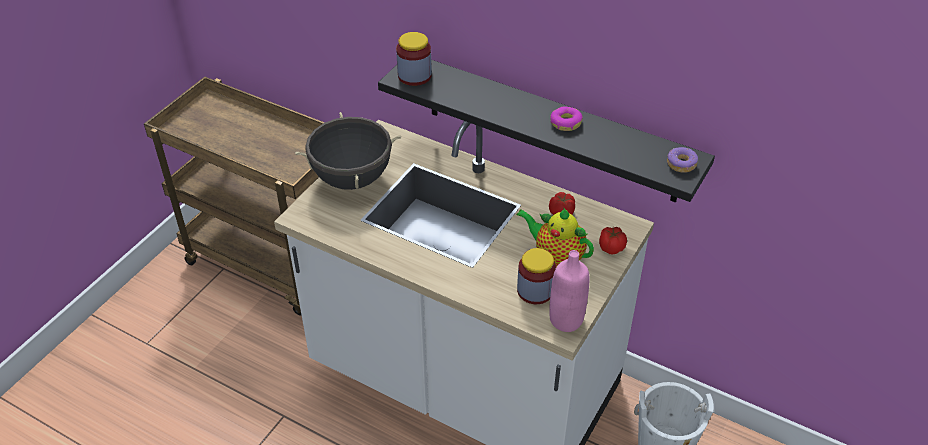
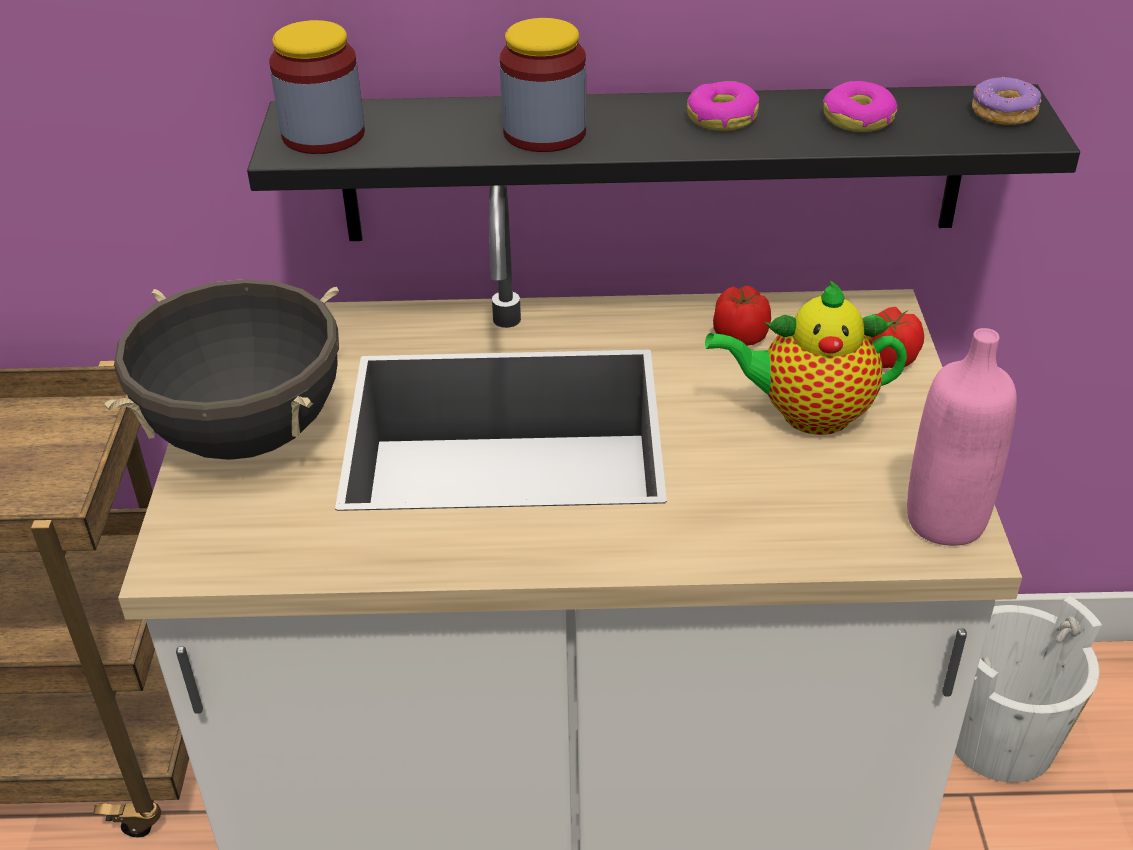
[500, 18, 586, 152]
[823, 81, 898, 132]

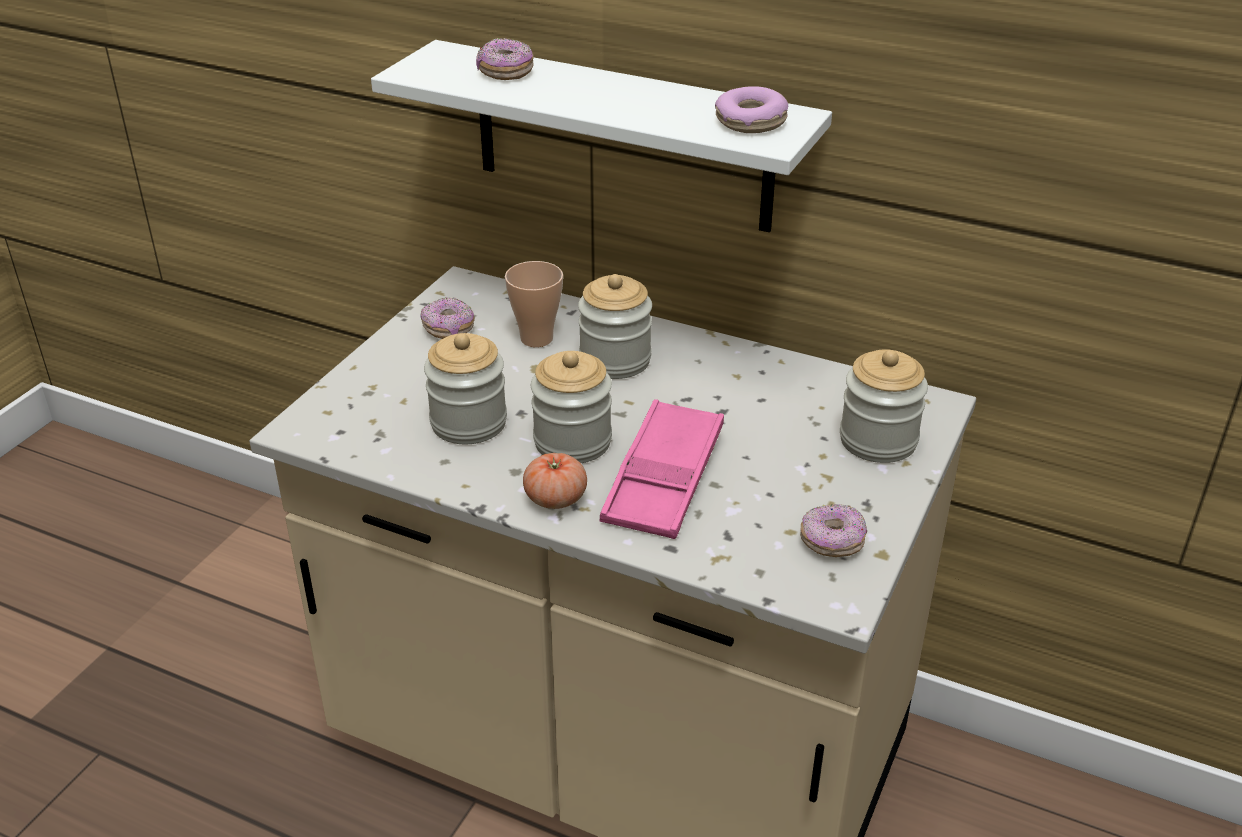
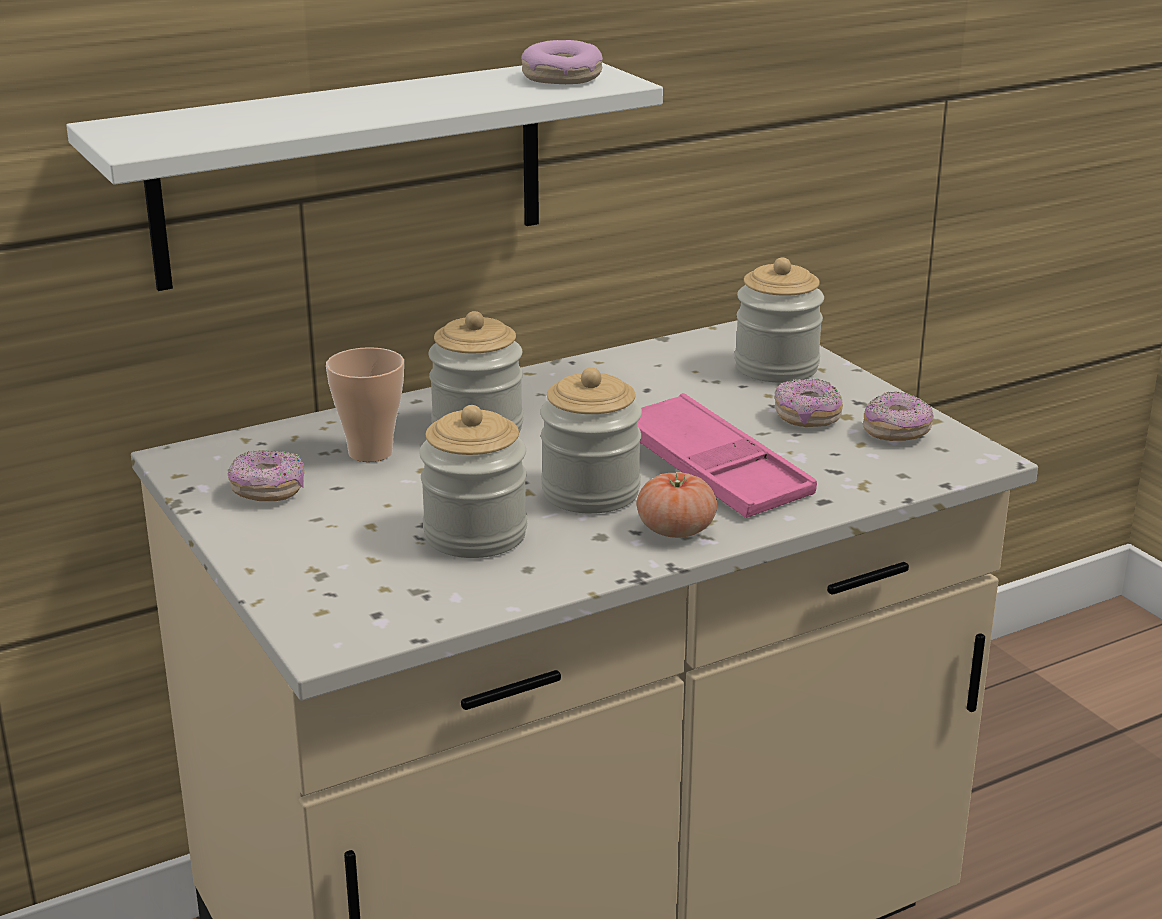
[774, 378, 843, 427]

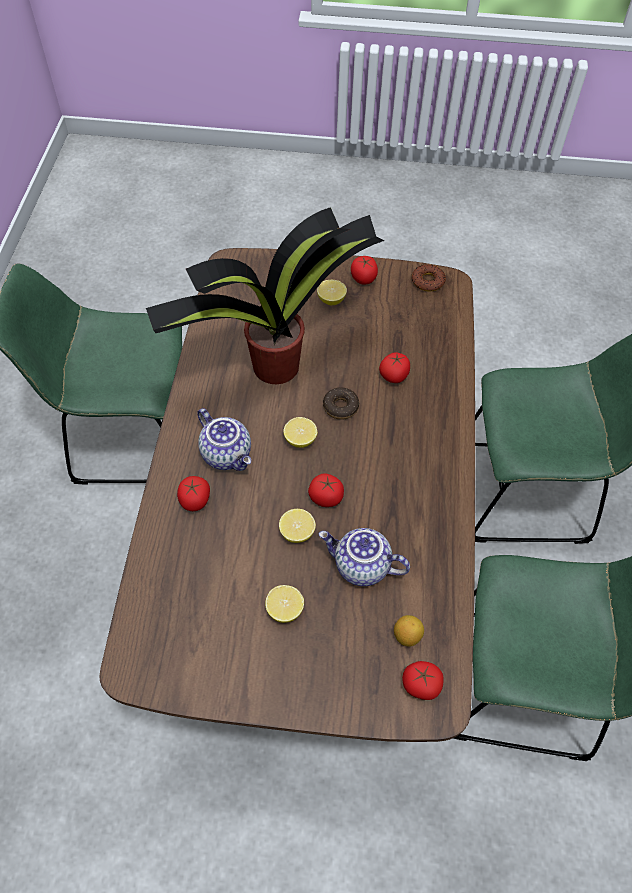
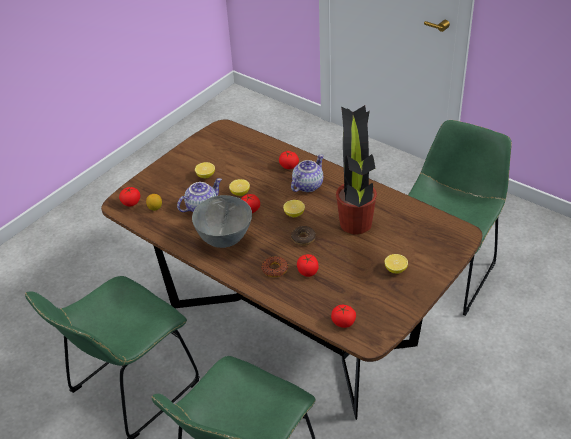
[331, 305, 356, 328]
[261, 256, 288, 277]
[291, 155, 324, 192]
[192, 195, 252, 248]

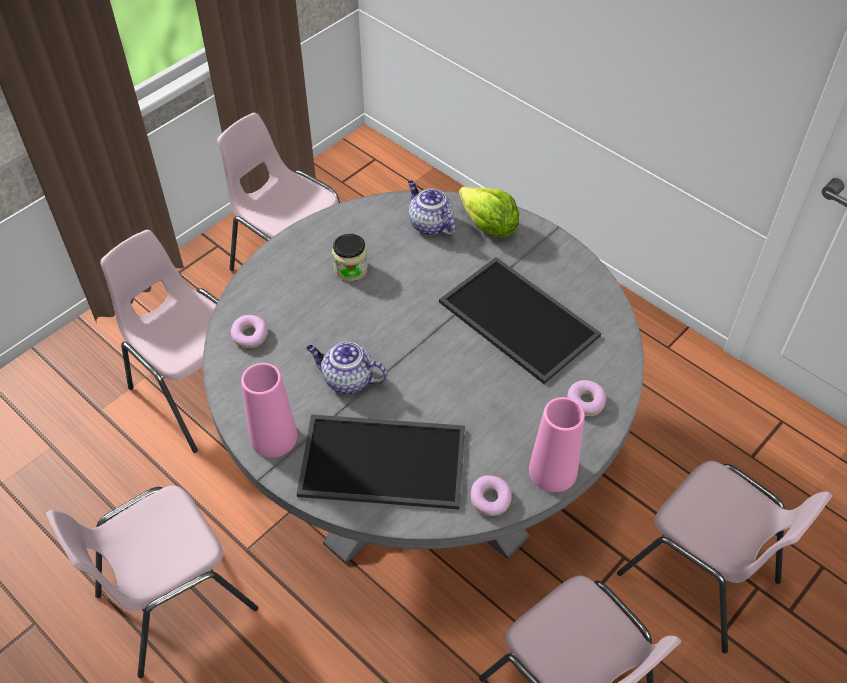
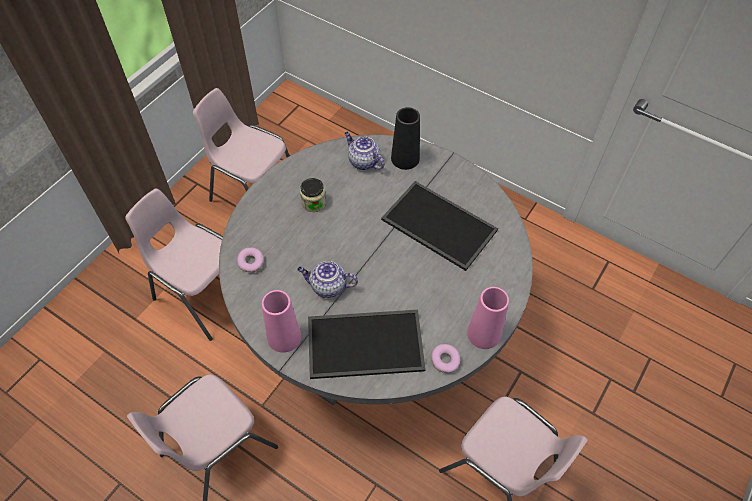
[391, 107, 420, 170]
[567, 380, 606, 416] (first image)
[617, 461, 832, 654] (first image)

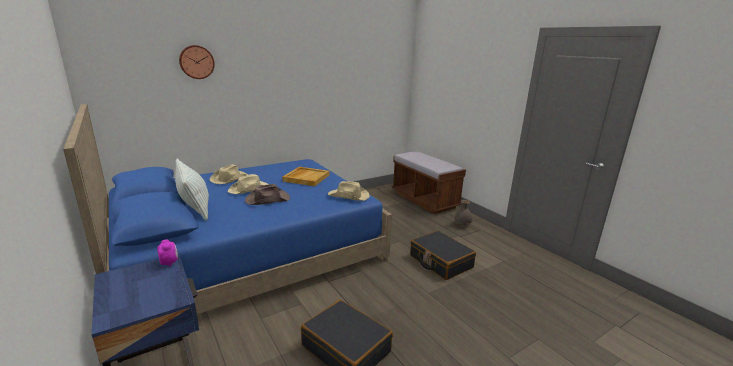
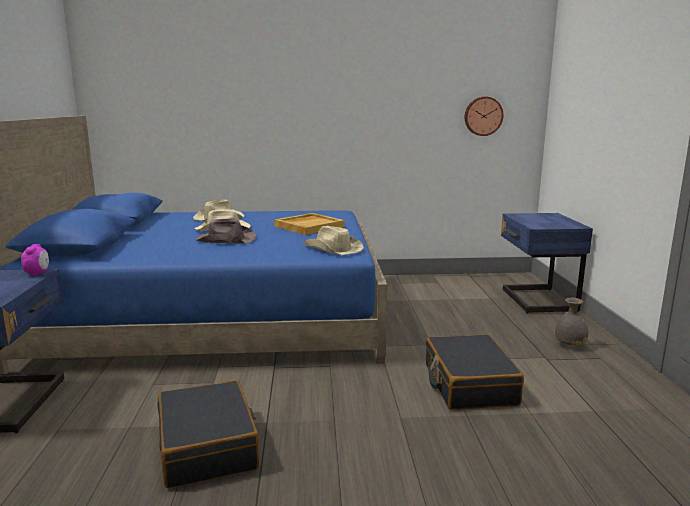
[465, 97, 503, 136]
[501, 213, 593, 314]
[175, 159, 209, 221] (first image)

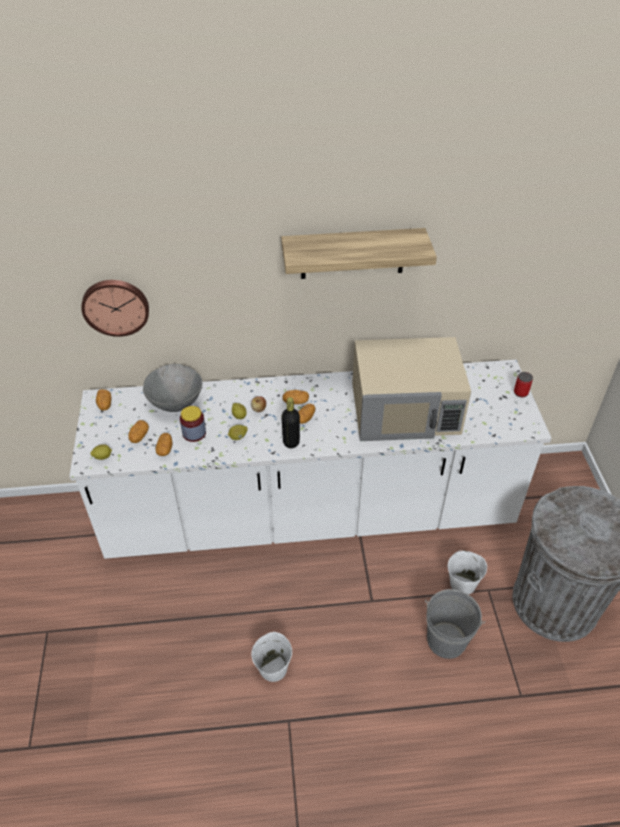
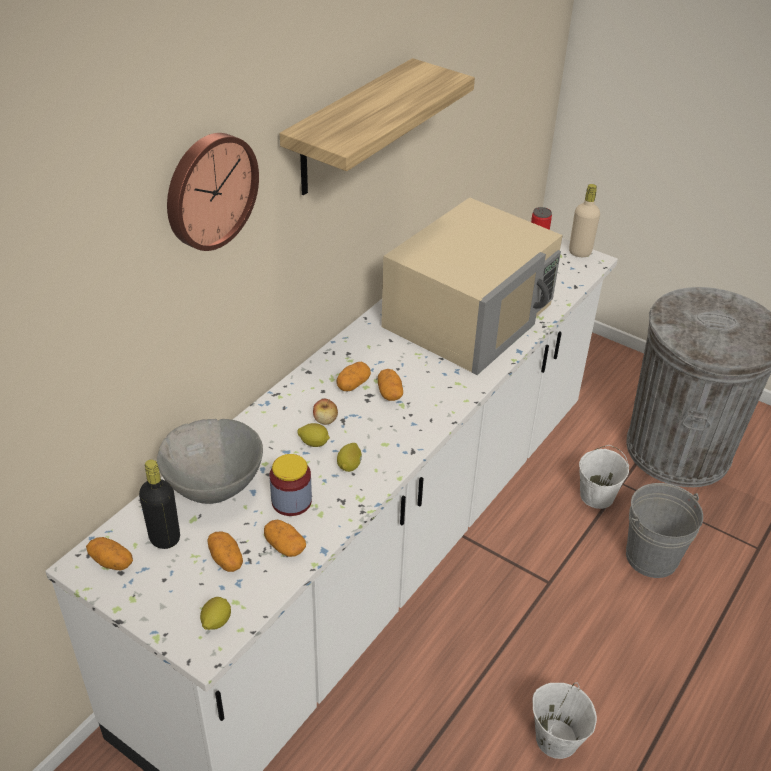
[167, 133, 259, 251]
[139, 460, 180, 549]
[569, 184, 600, 257]

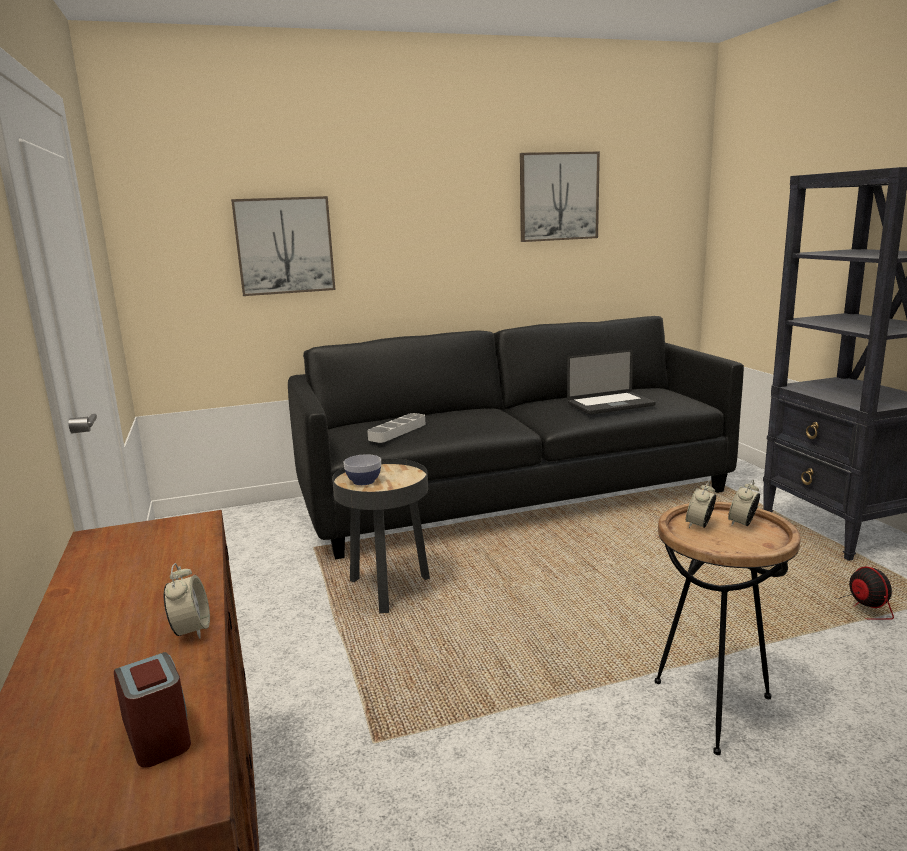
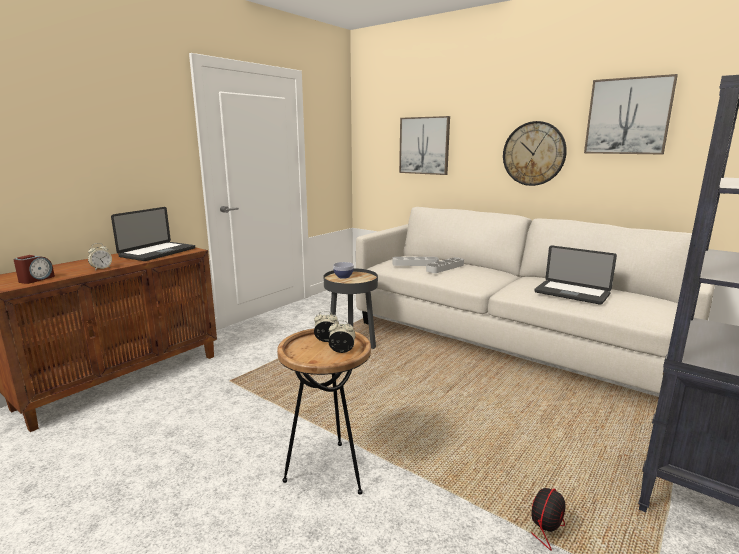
[356, 207, 715, 394]
[503, 121, 567, 186]
[111, 207, 195, 261]
[426, 257, 464, 273]

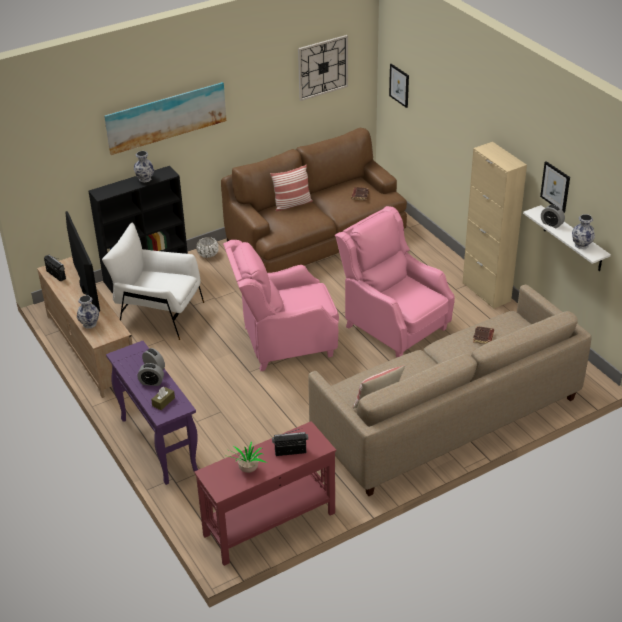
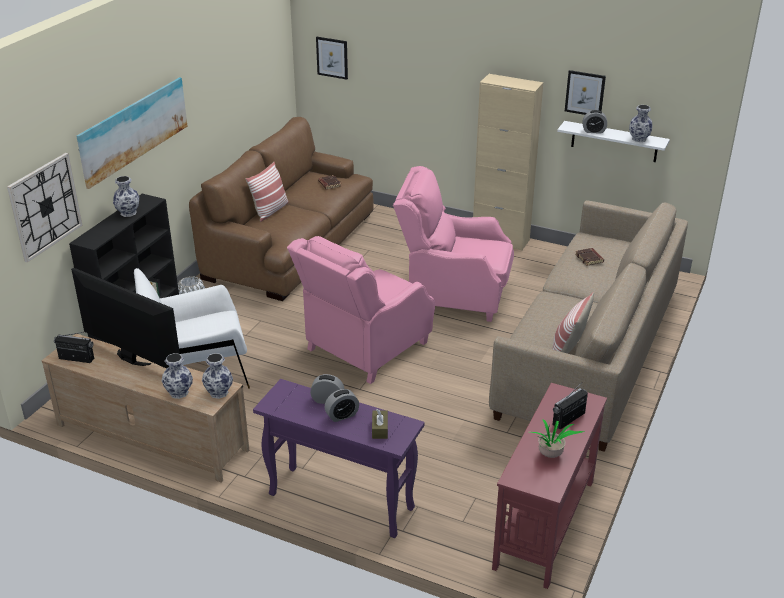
[7, 153, 83, 263]
[202, 353, 233, 399]

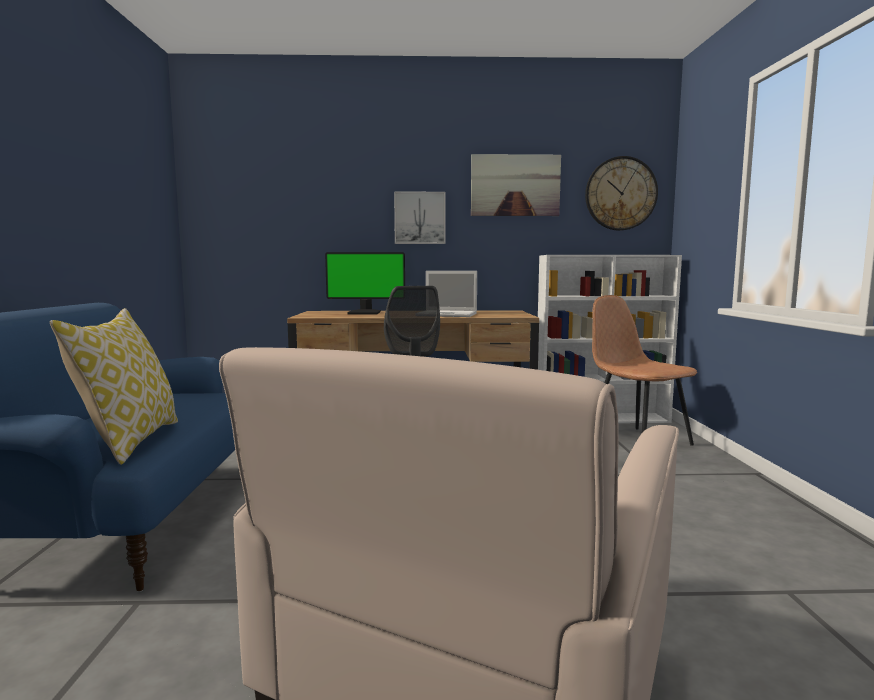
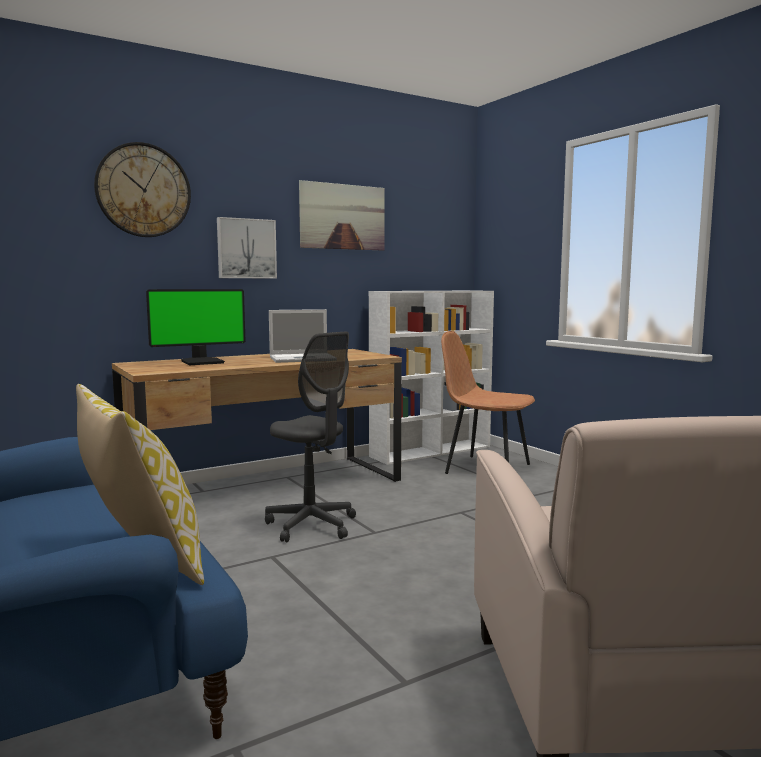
[94, 142, 191, 237]

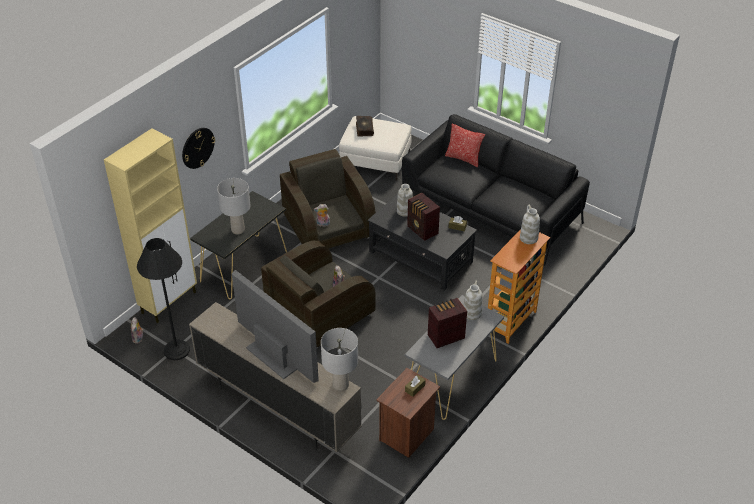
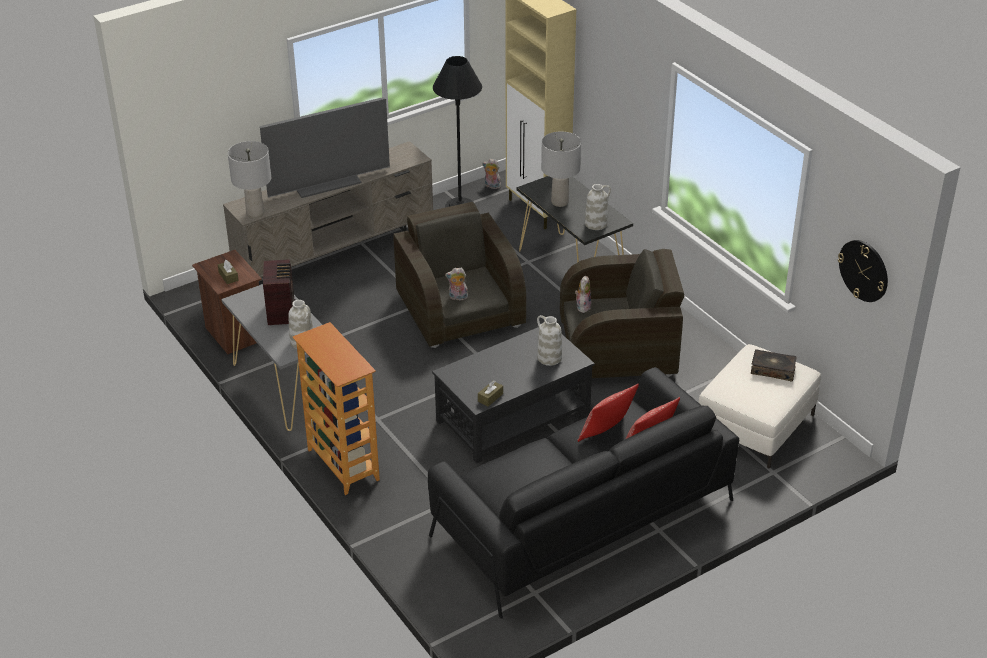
[838, 240, 888, 302]
[407, 193, 440, 241] (first image)
[585, 184, 611, 230]
[577, 384, 639, 442]

